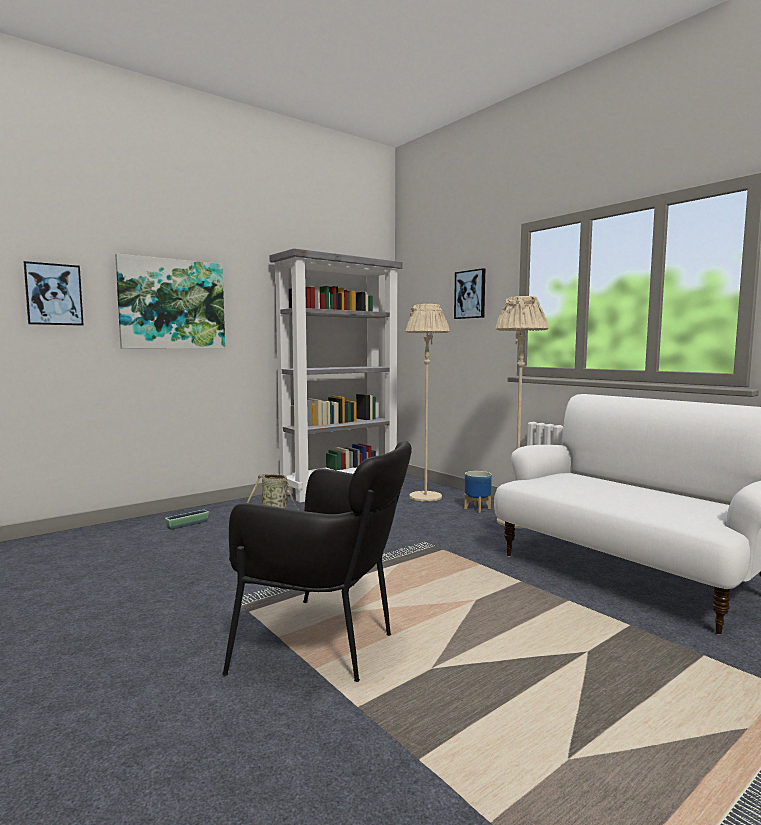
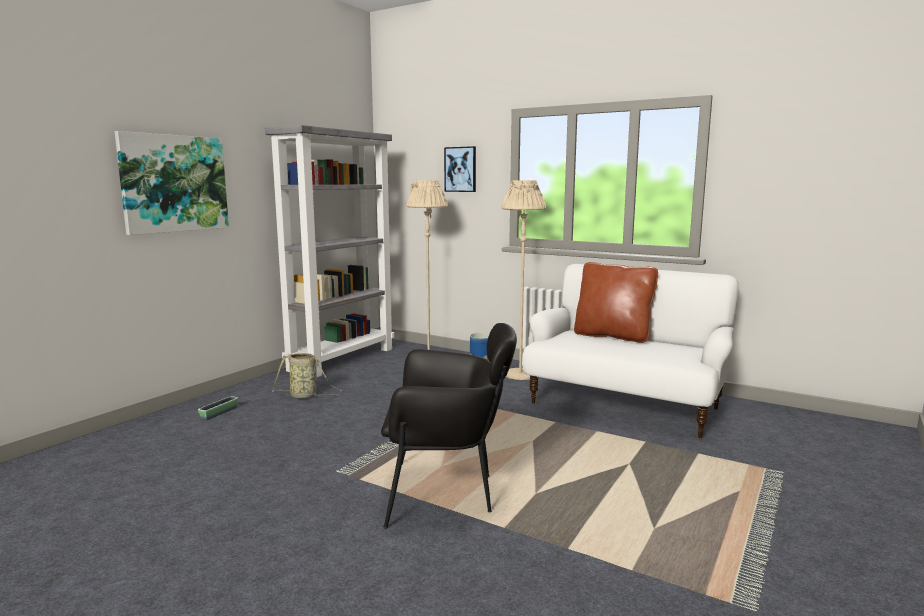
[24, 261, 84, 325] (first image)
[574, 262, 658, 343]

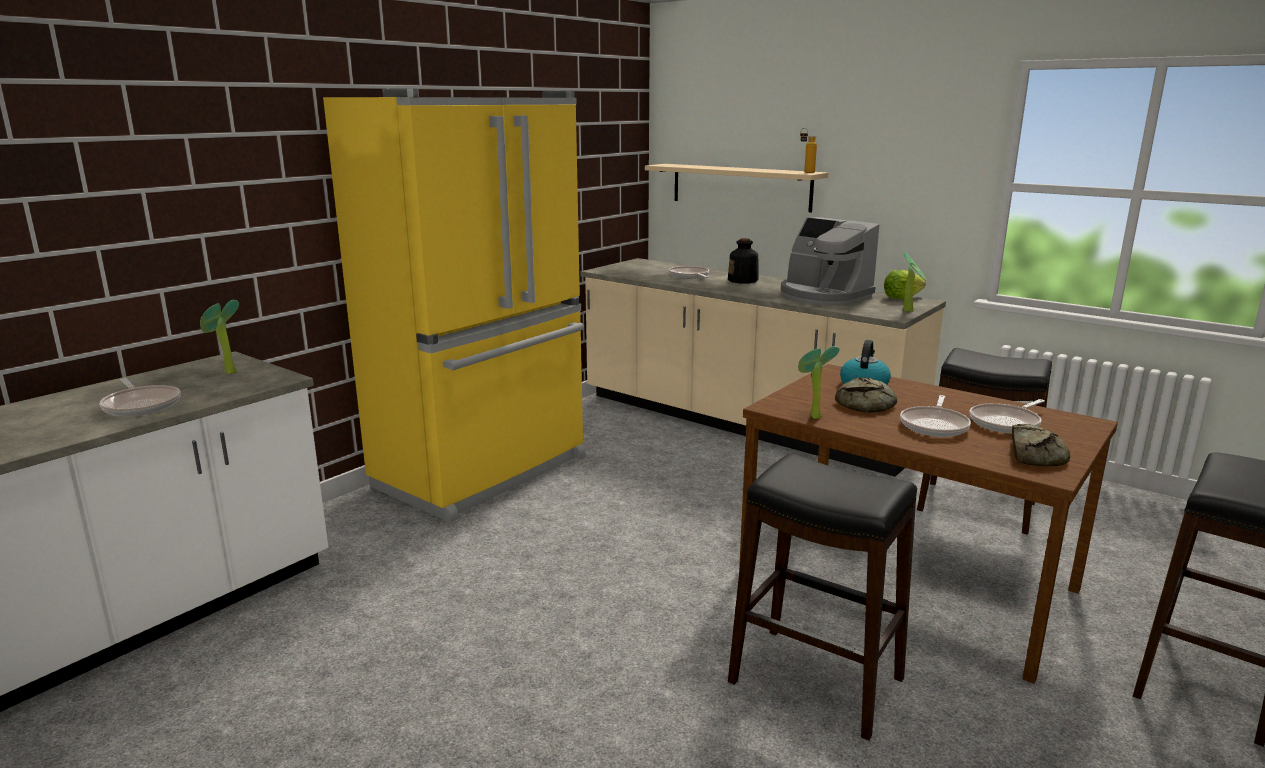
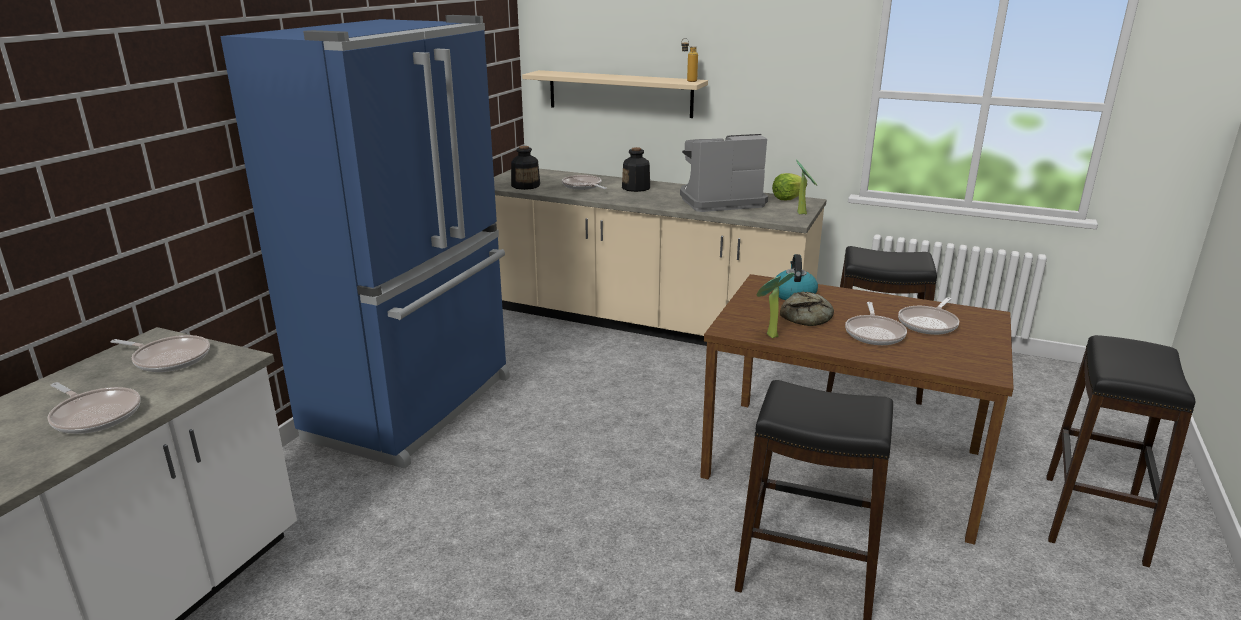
[220, 15, 510, 469]
[680, 134, 768, 212]
[111, 335, 210, 372]
[1012, 424, 1070, 467] (first image)
[511, 146, 540, 190]

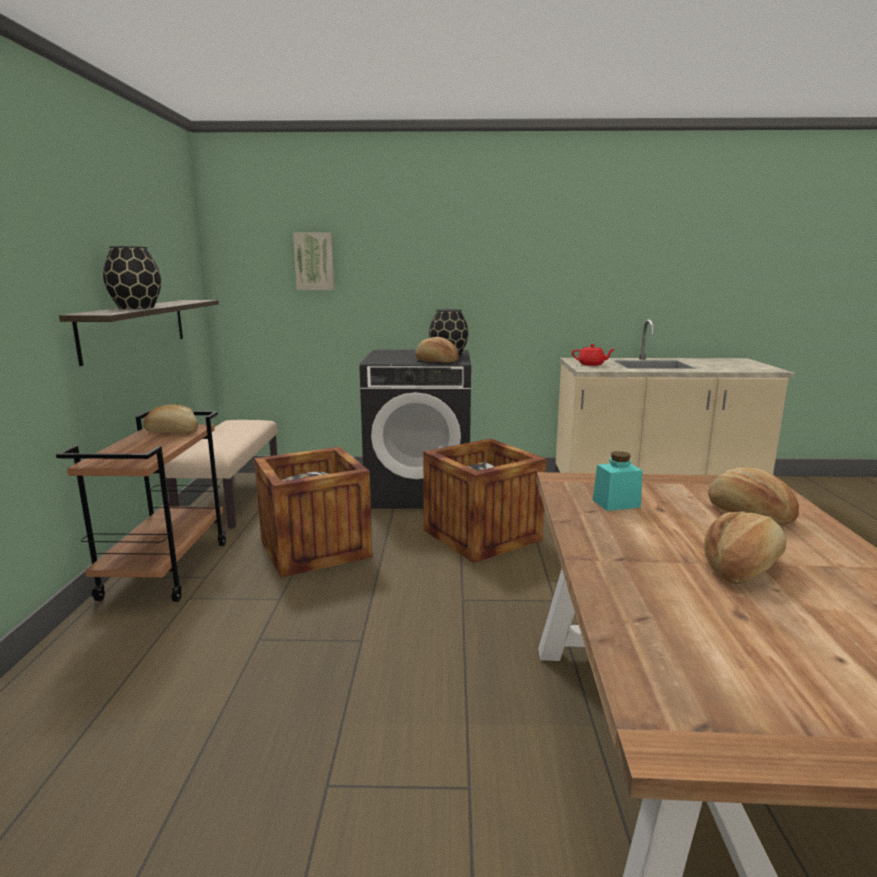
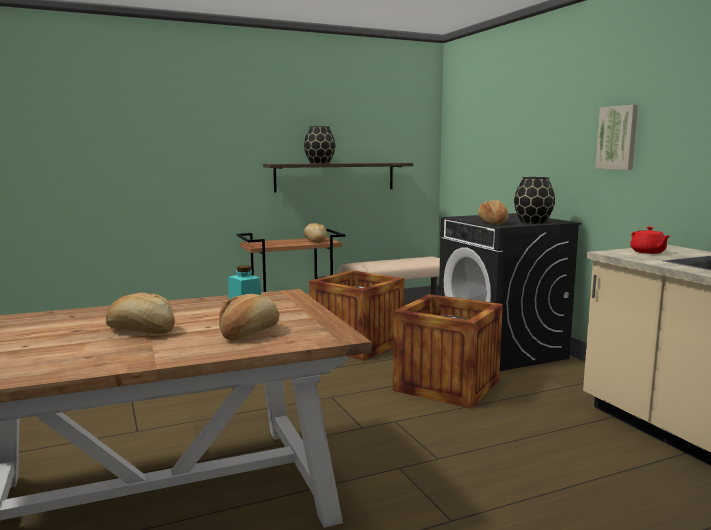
[595, 105, 638, 170]

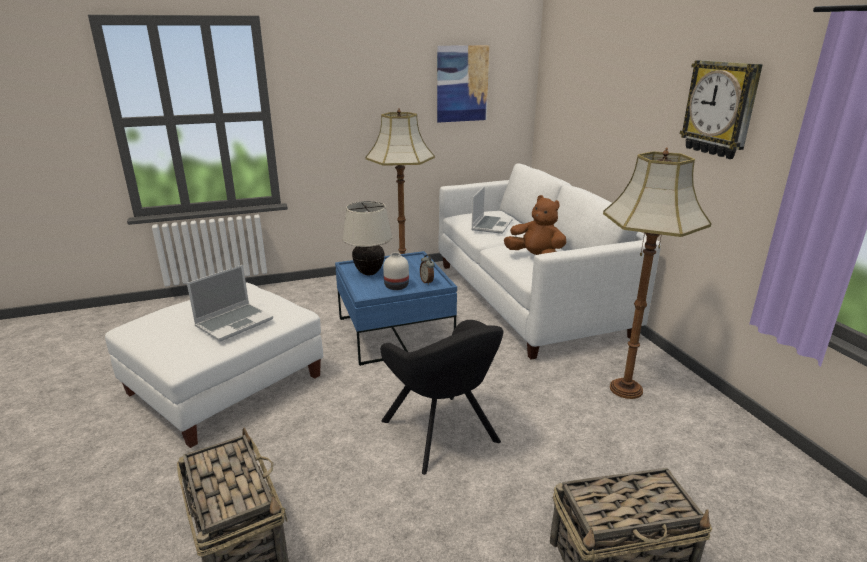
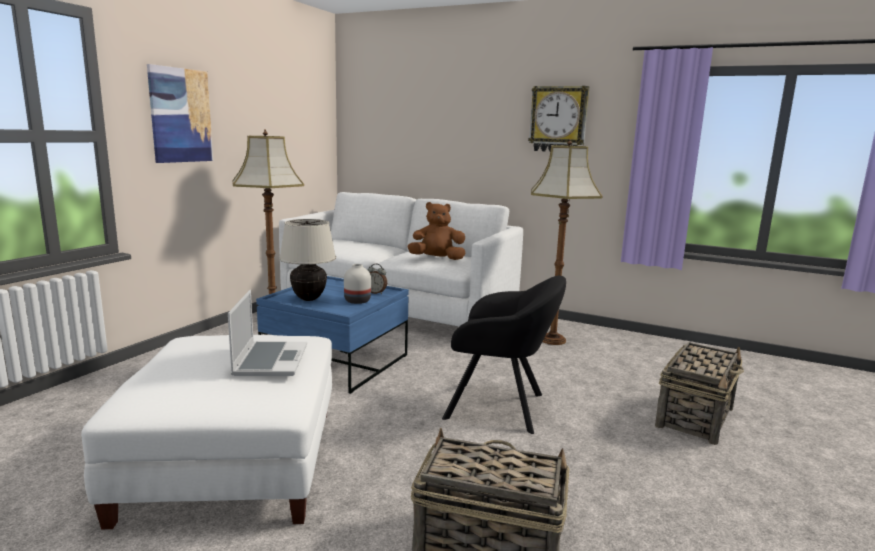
[147, 64, 213, 163]
[471, 186, 513, 234] (first image)

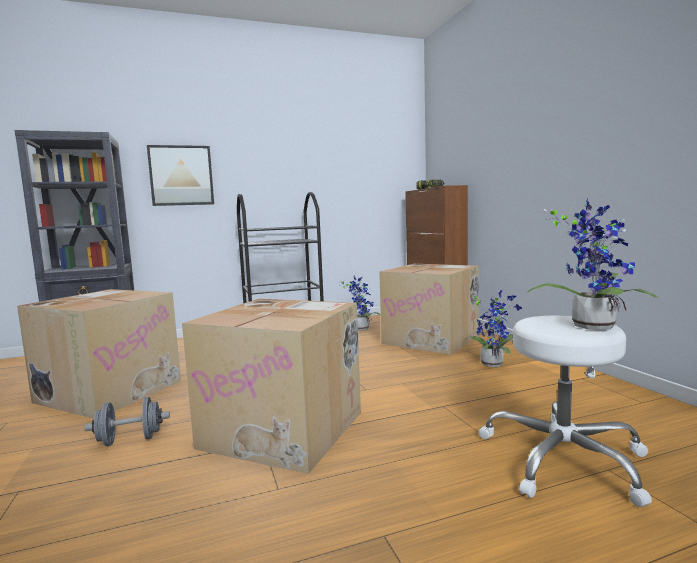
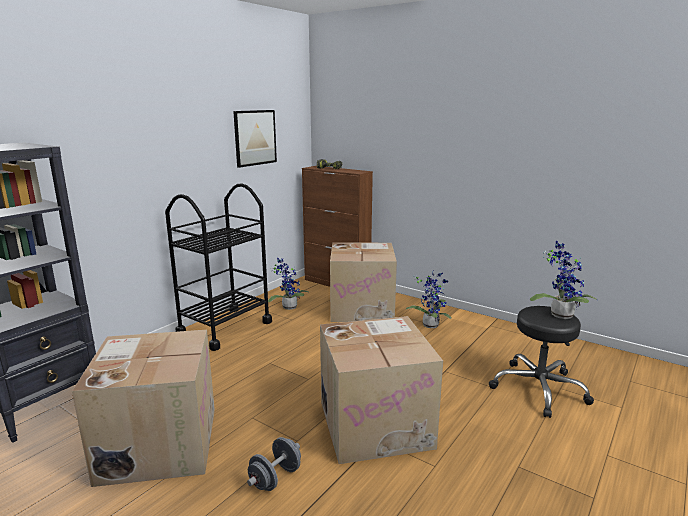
[233, 110, 277, 168]
[489, 306, 594, 418]

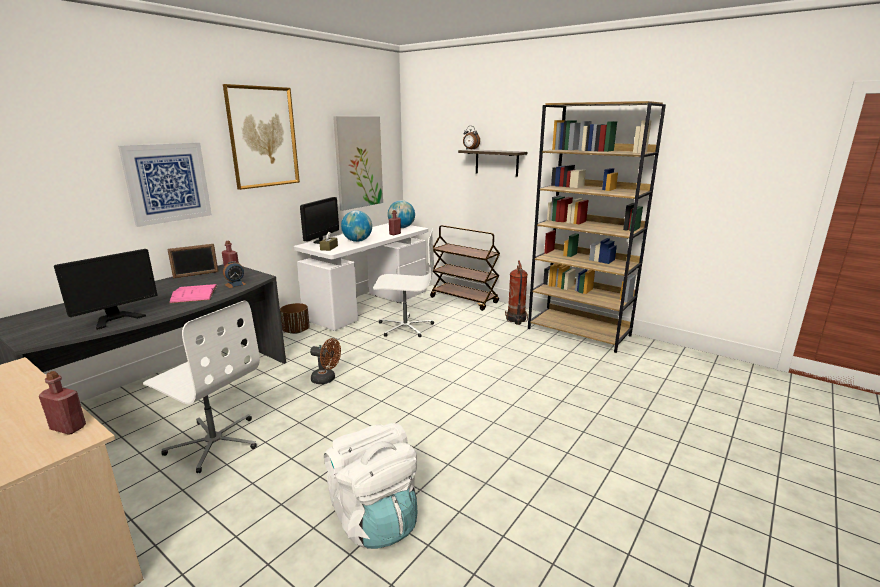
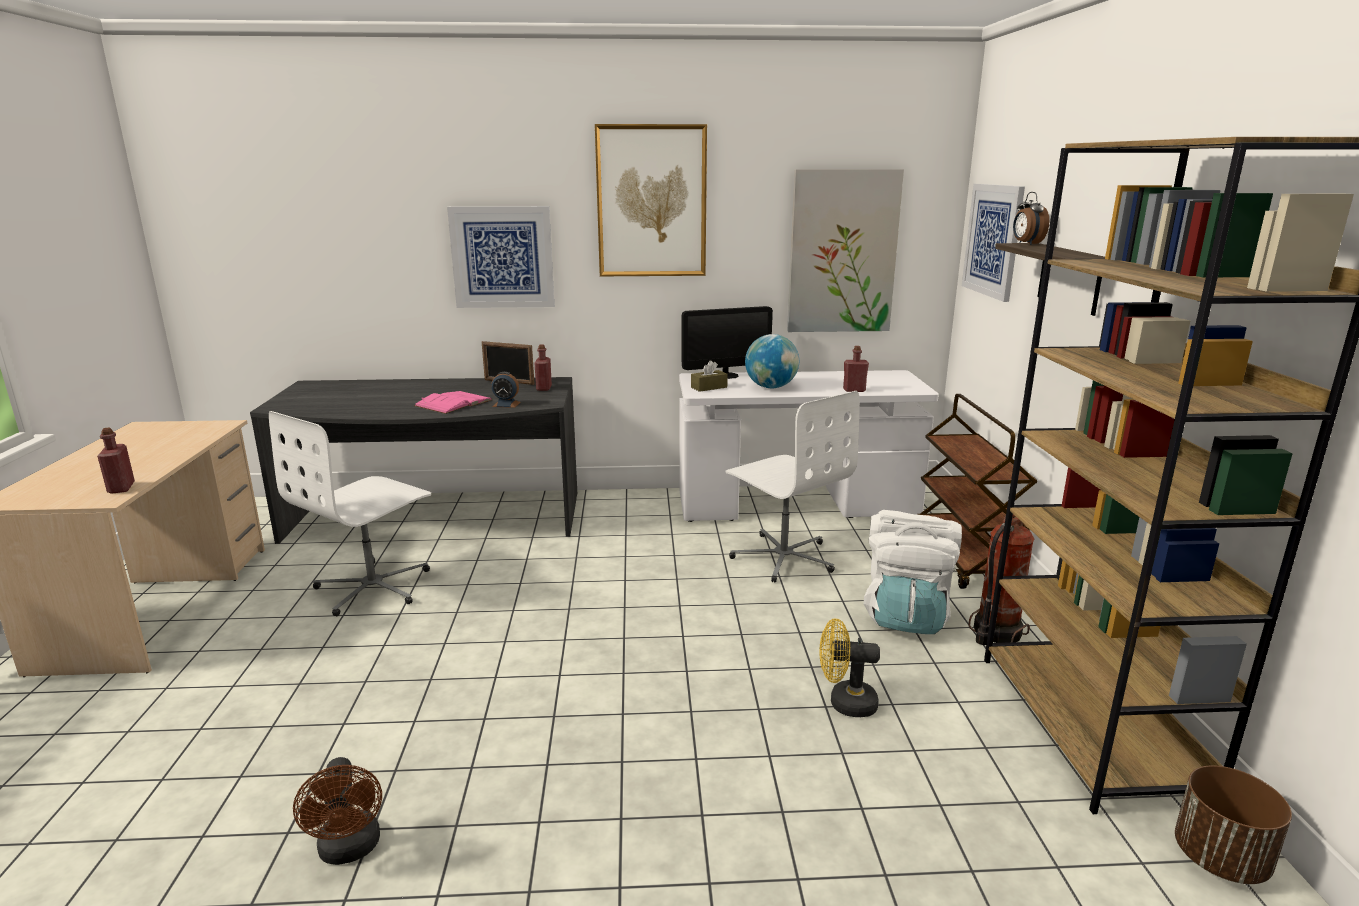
[388, 200, 415, 228] (first image)
[54, 249, 158, 330] (first image)
[269, 411, 431, 616]
[1175, 765, 1292, 884]
[293, 757, 382, 865]
[864, 510, 962, 634]
[962, 184, 1025, 302]
[819, 618, 880, 717]

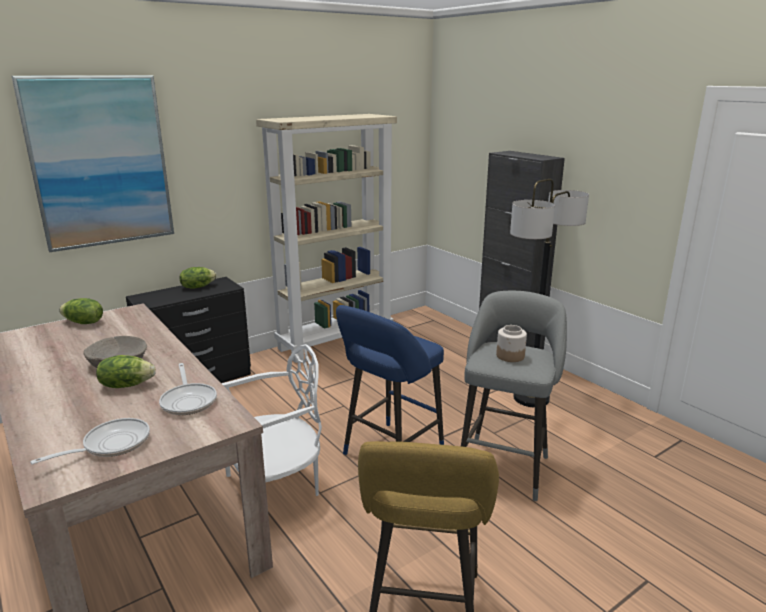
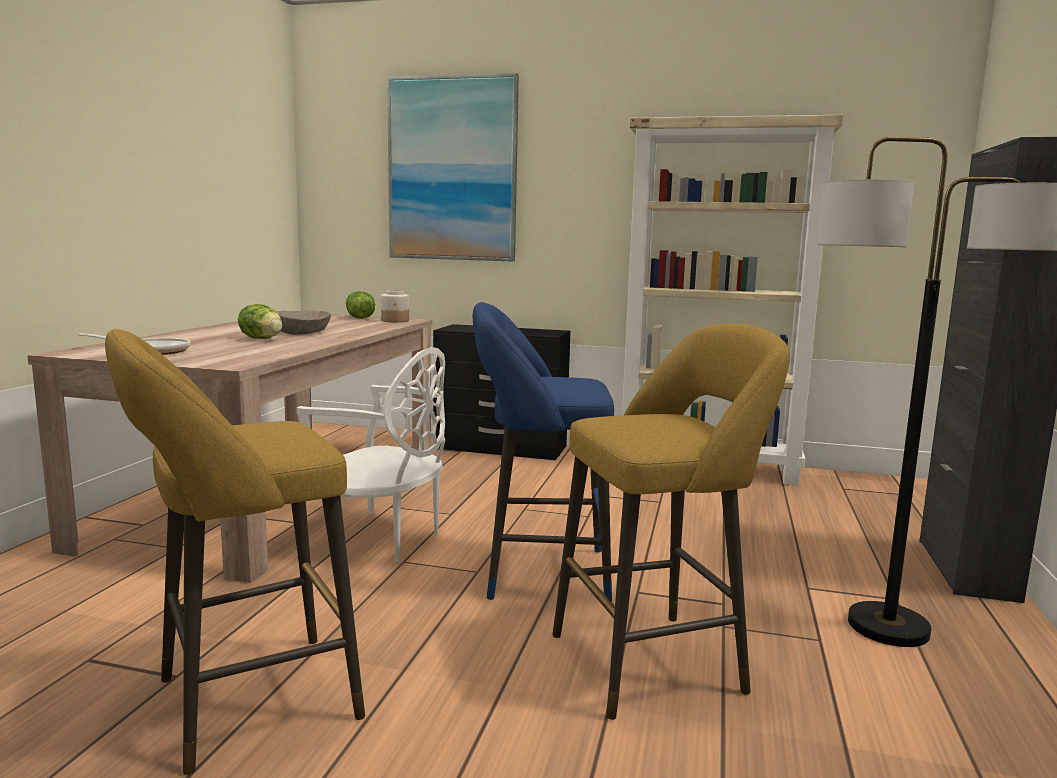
[179, 267, 217, 289] (first image)
[552, 324, 790, 720]
[381, 290, 409, 323]
[159, 363, 217, 415] (first image)

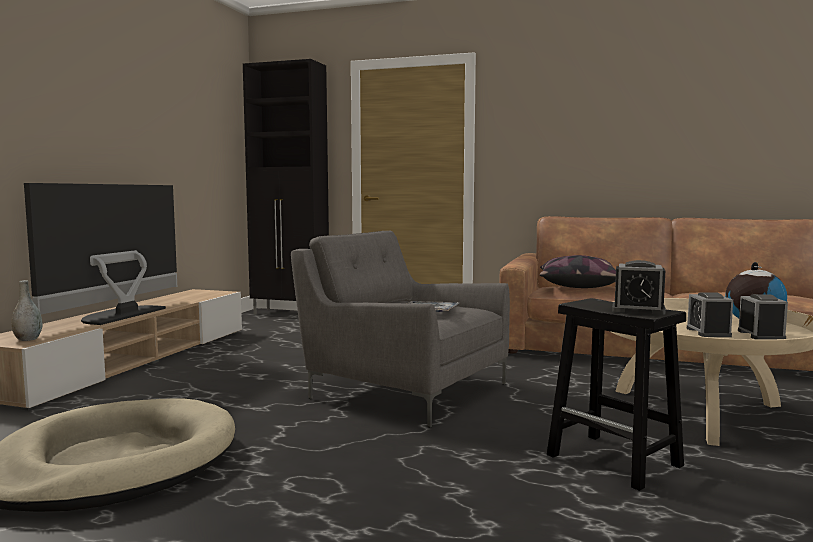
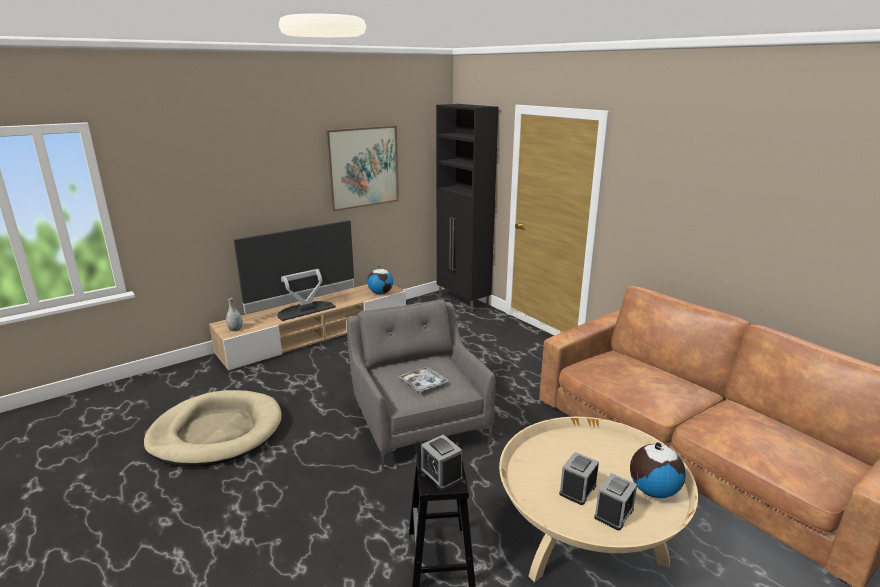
[539, 255, 616, 288] (first image)
[325, 125, 399, 211]
[367, 265, 393, 294]

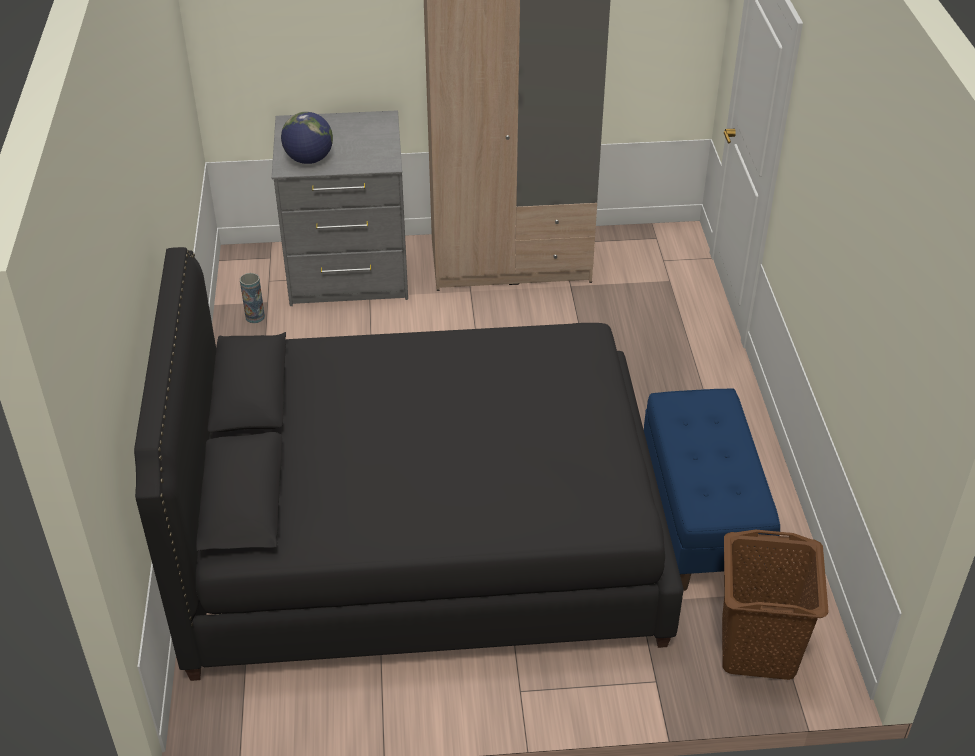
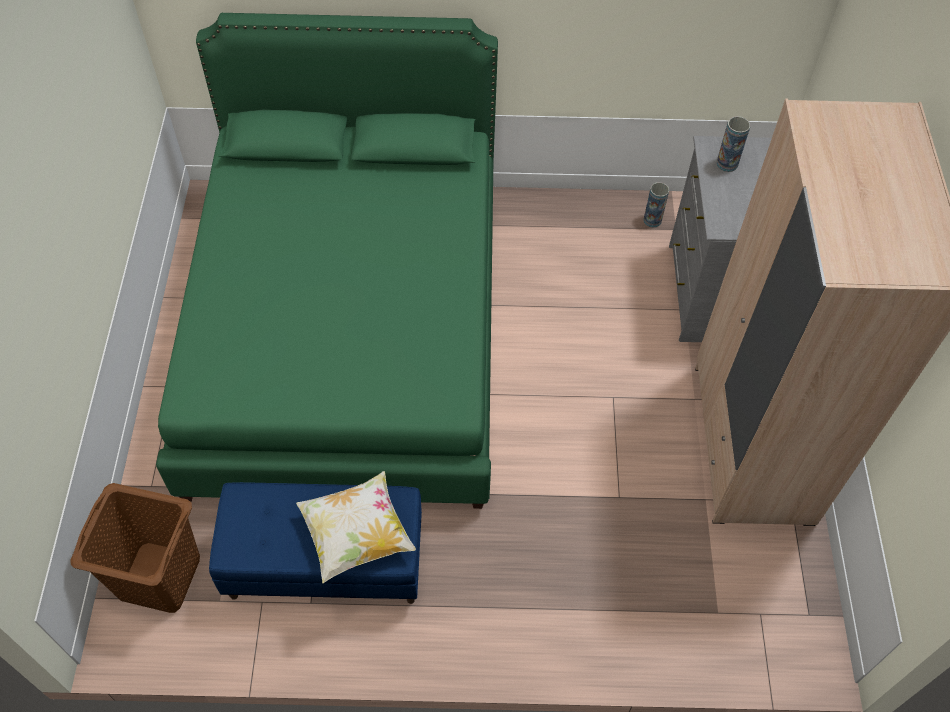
[716, 116, 750, 172]
[156, 13, 498, 509]
[296, 471, 416, 583]

